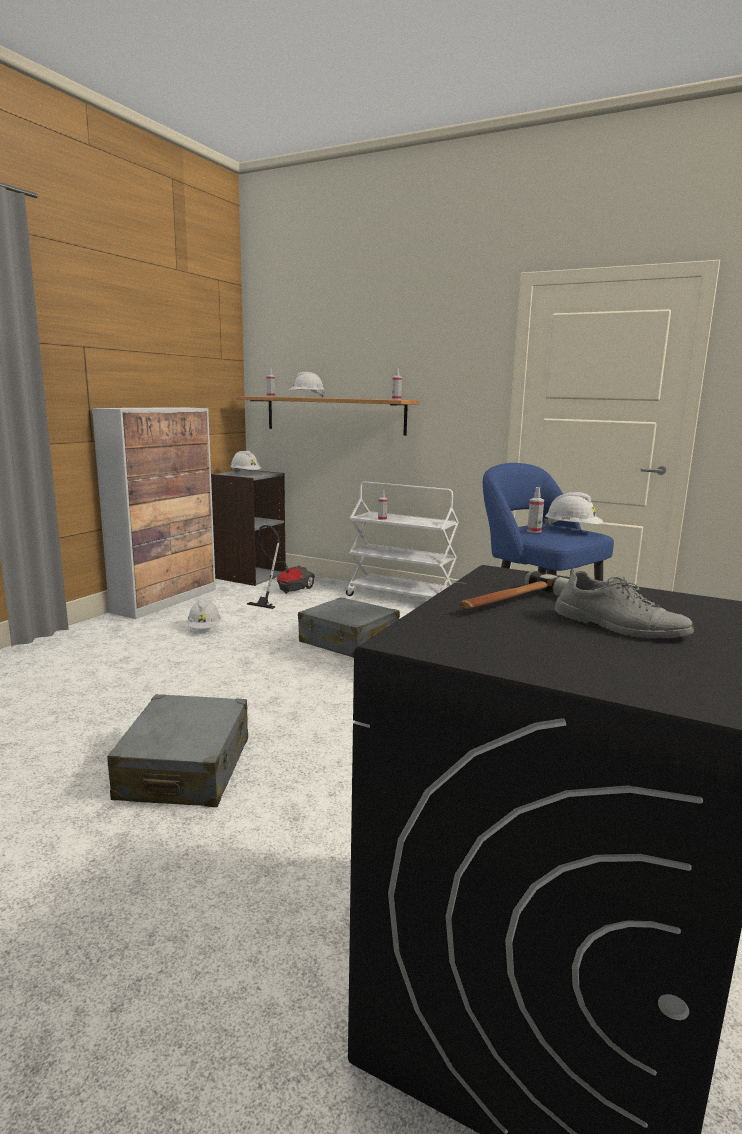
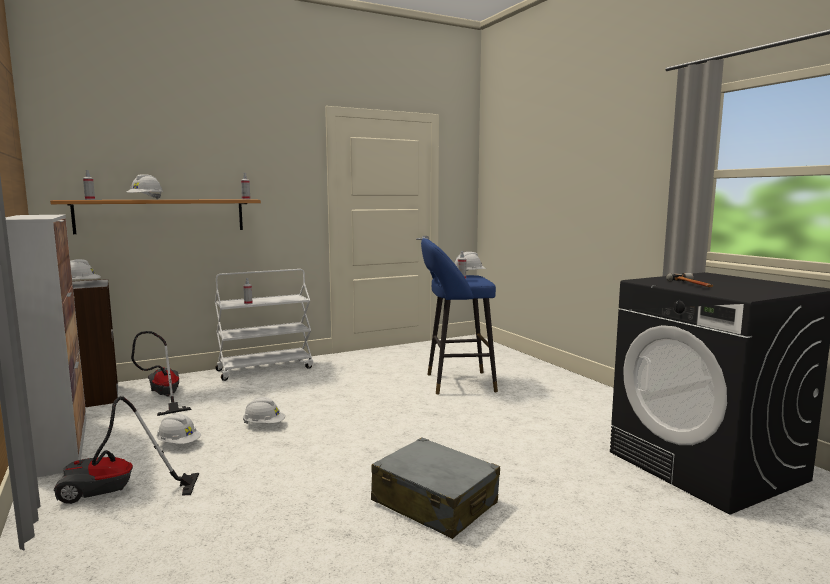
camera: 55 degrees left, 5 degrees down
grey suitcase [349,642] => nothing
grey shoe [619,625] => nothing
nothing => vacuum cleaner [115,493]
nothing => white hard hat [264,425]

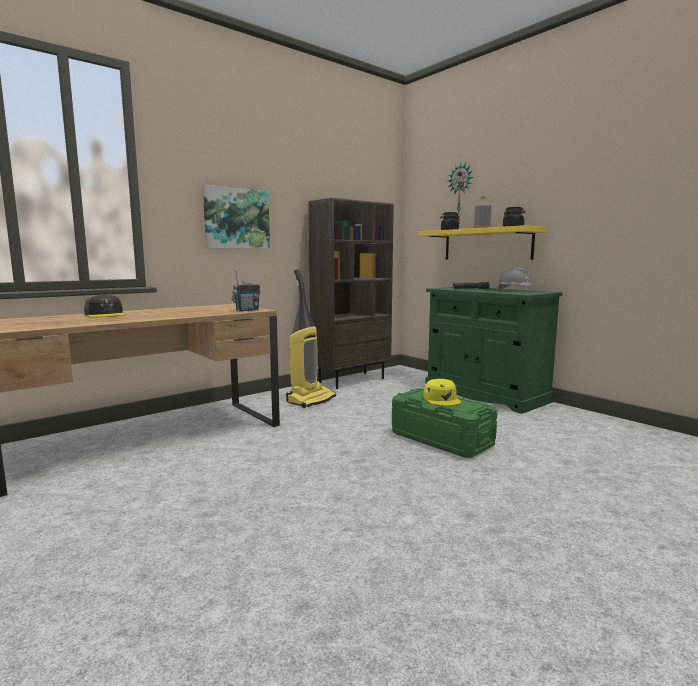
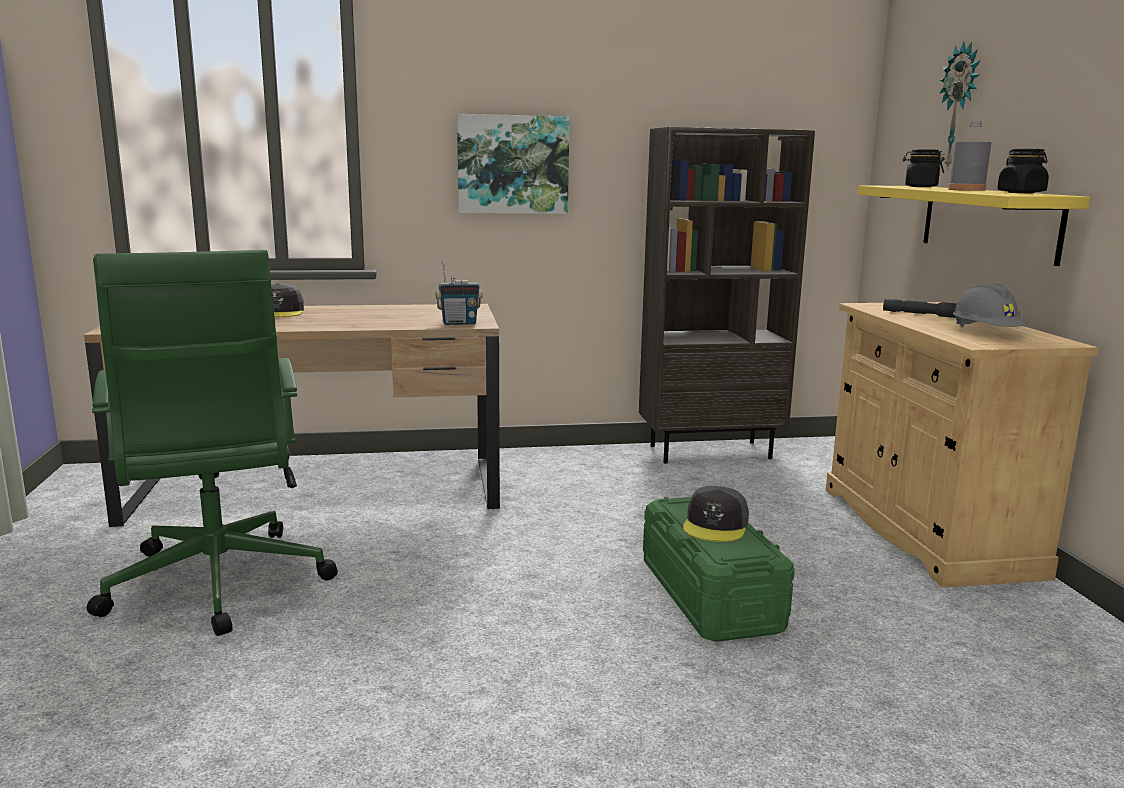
camera: 30 degrees right, 5 degrees up
vacuum cleaner [311,400] => nothing
nothing => green office chair [217,585]
yellow cap [442,399] => grey cap [716,525]
green cabinet [485,394] => beige cabinet [926,530]

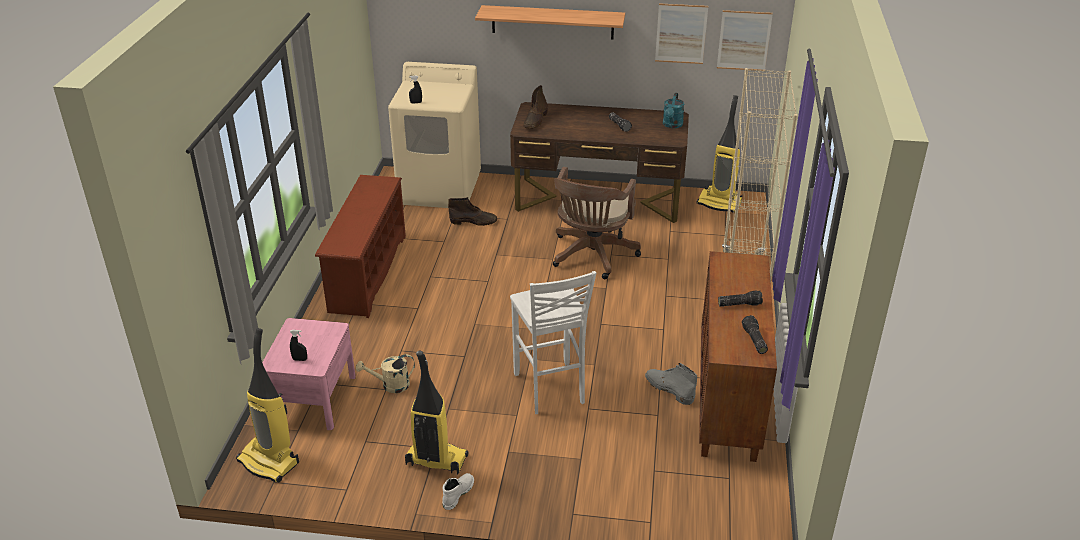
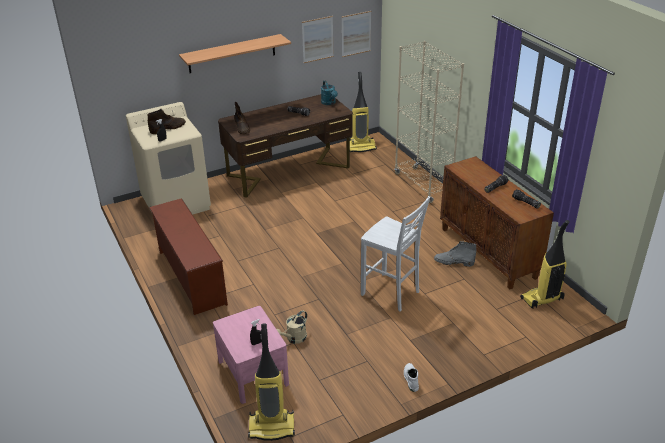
camera: 35 degrees left, 0 degrees up
brown office chair [592,256] => nothing
vacuum cleaner [435,460] => vacuum cleaner [542,299], shifted
brown boot [474,221] => brown boot [168,128], shifted

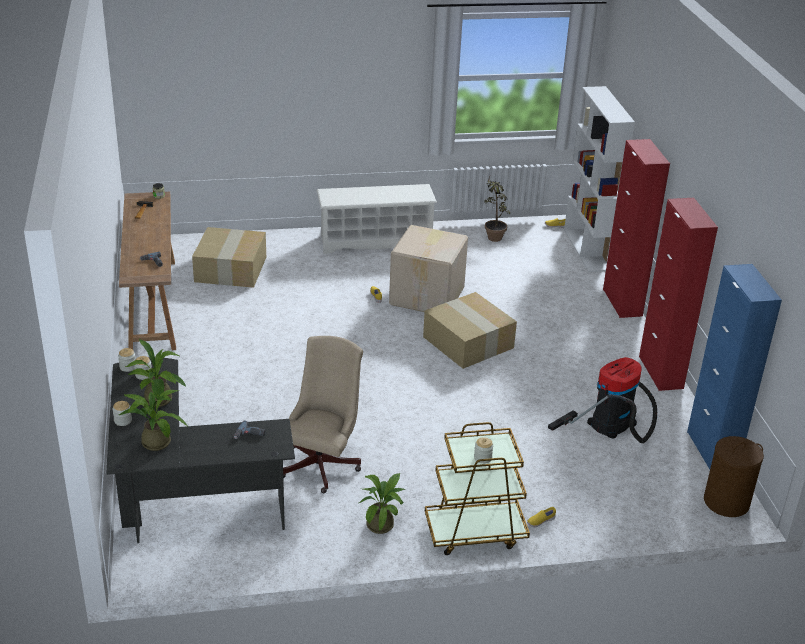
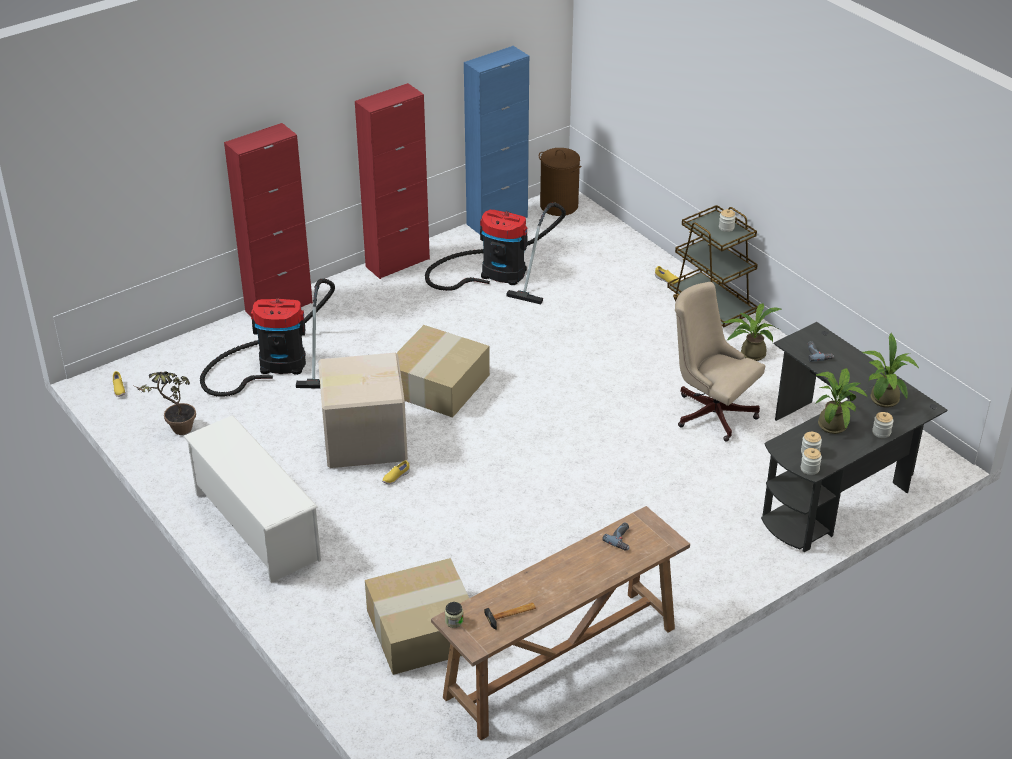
camera: 115 degrees left, 5 degrees up
white bookcase [587,250] => nothing
nothing => vacuum cleaner [276,364]
beige office chair [323,462] => beige office chair [710,411], 45 degrees clockwise

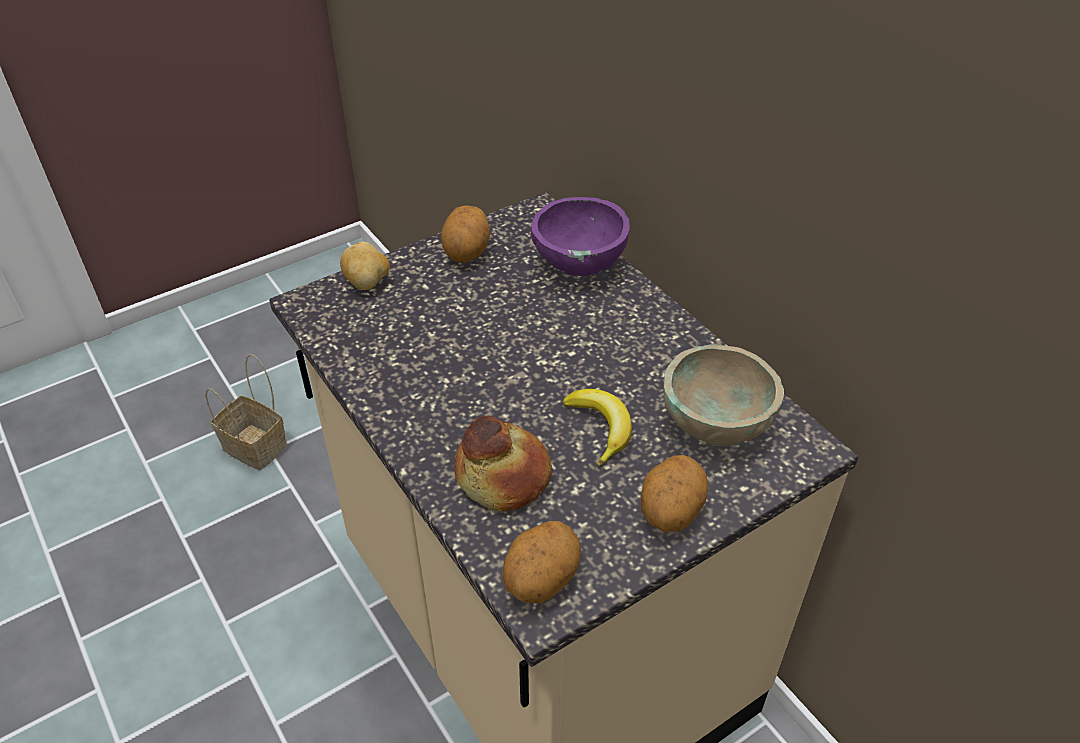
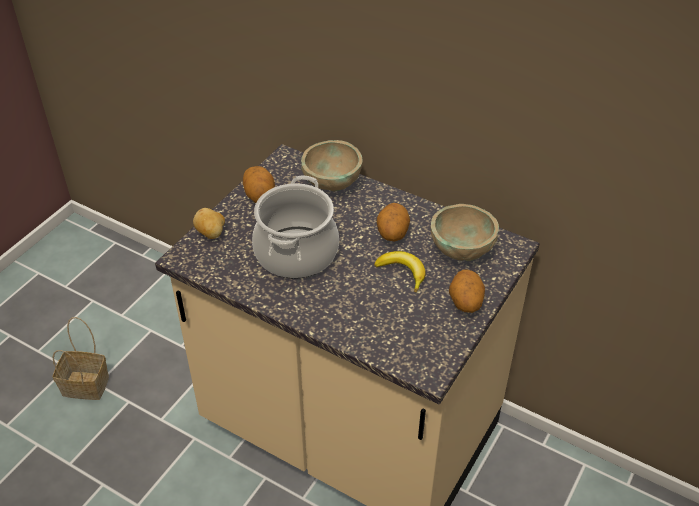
camera: 25 degrees left, 0 degrees up
bread [503,475] => nothing
nothing => cooking pot [296,253]
potato [541,579] => potato [392,234], shifted
purple bowl [578,265] => beige bowl [331,184]

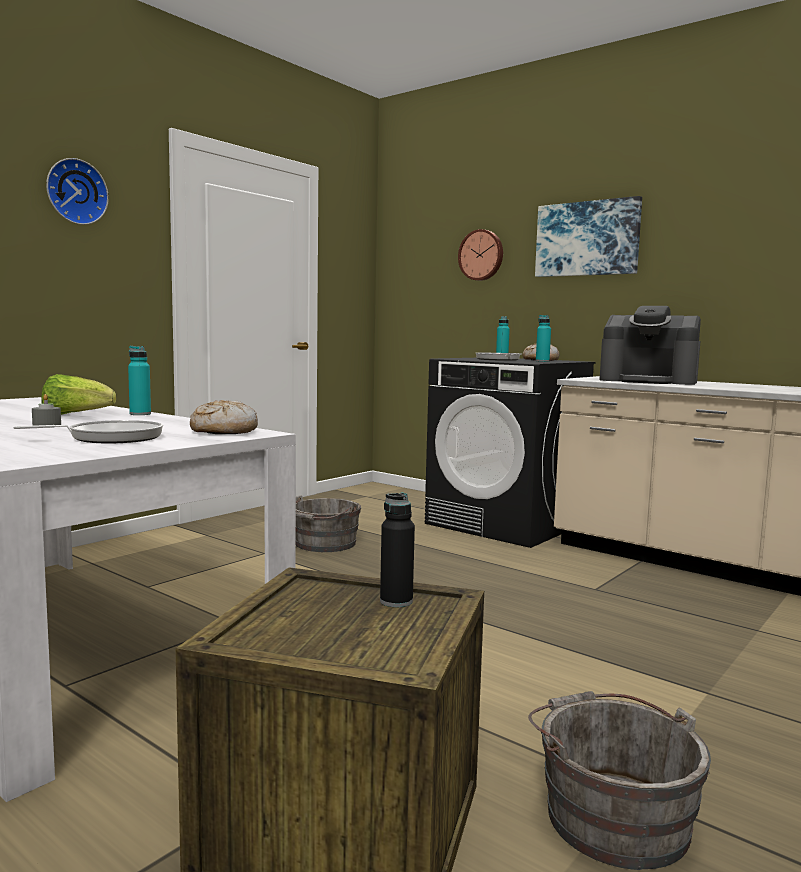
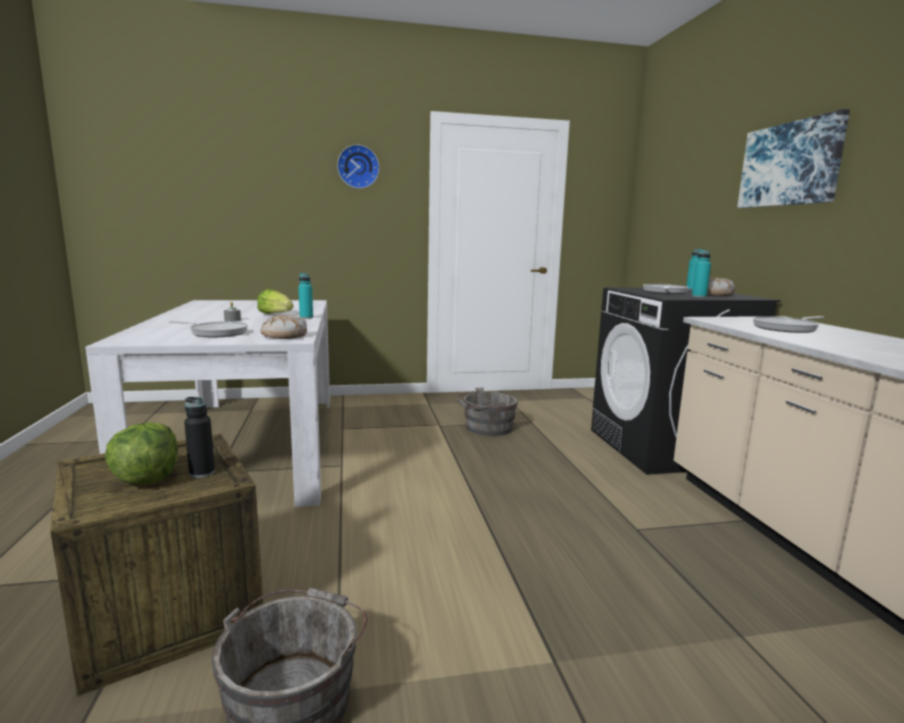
camera: 40 degrees right, 5 degrees up
wall clock [481,255] => nothing
nothing => lettuce [146,479]
coffee machine [648,381] => frying pan [787,328]

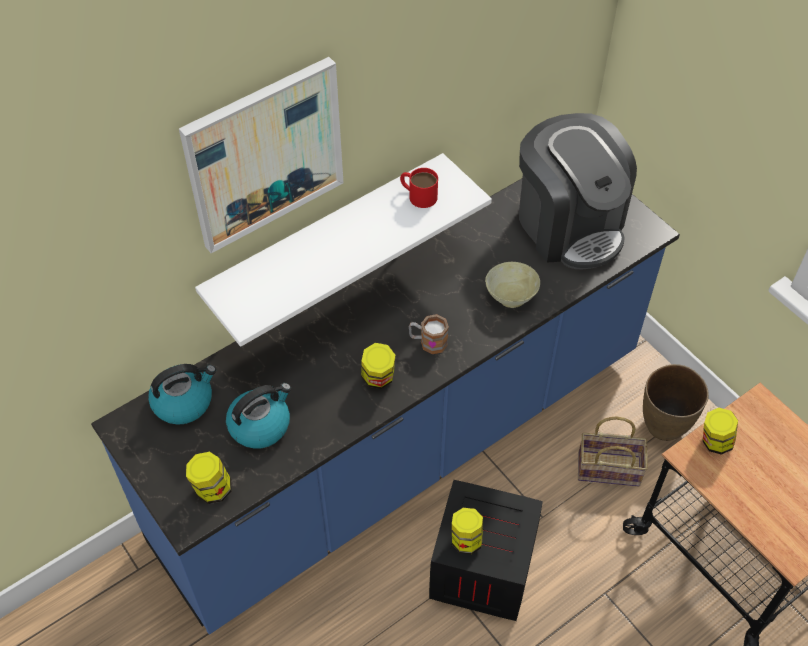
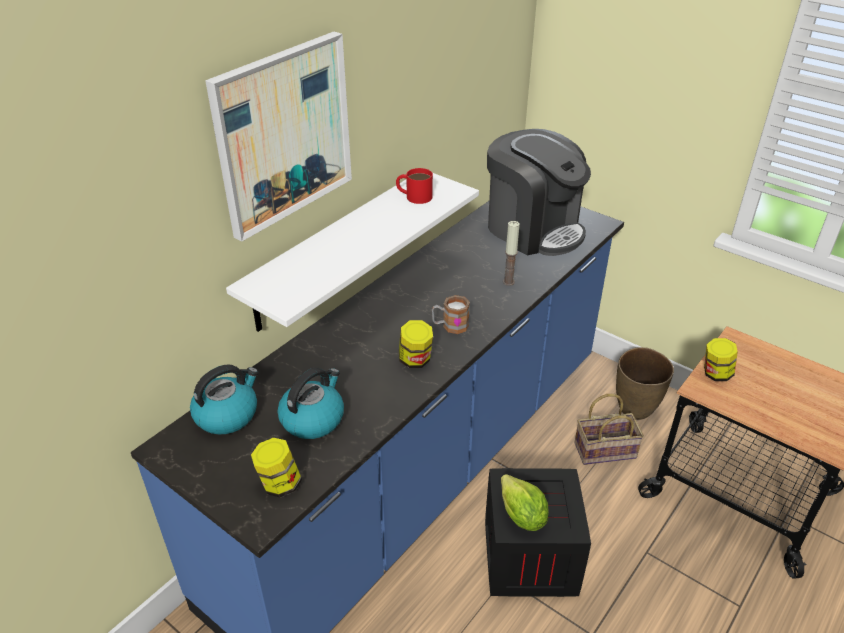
camera: 15 degrees left, 15 degrees down
jar [466,540] => lettuce [521,516]
beige bowl [511,296] => candle [508,282]

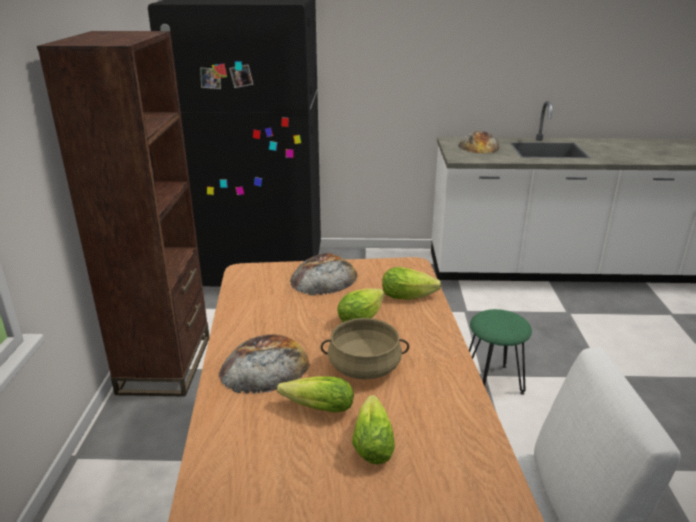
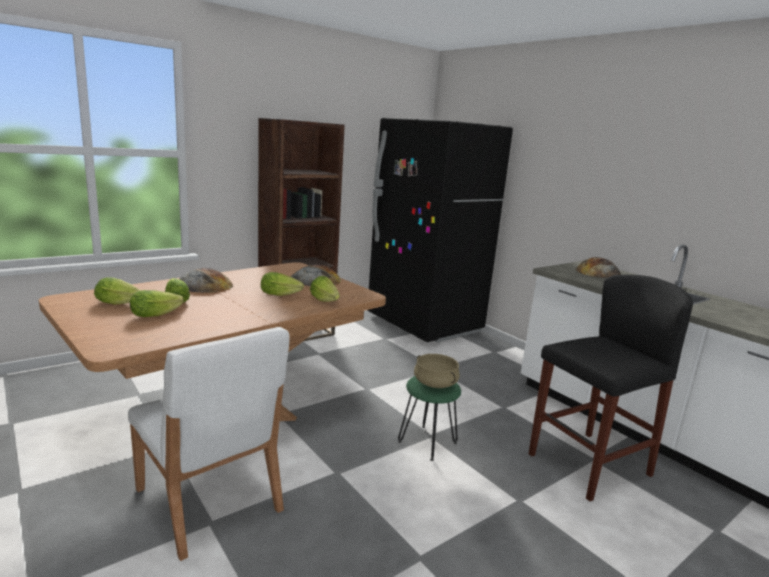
camera: 50 degrees right, 10 degrees down
nothing => lettuce [120,303]
nothing => black stool [588,464]
beige cooking pot [364,367] => beige cooking pot [435,383], shifted

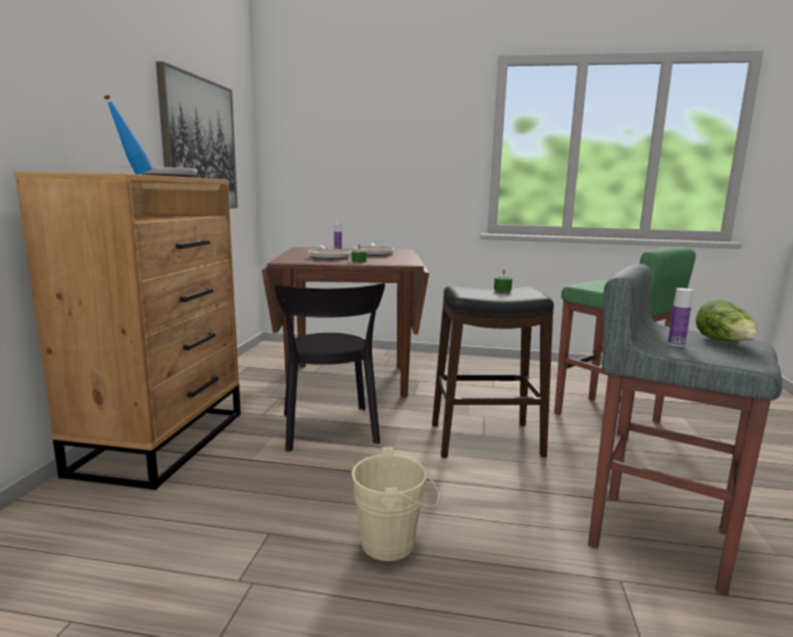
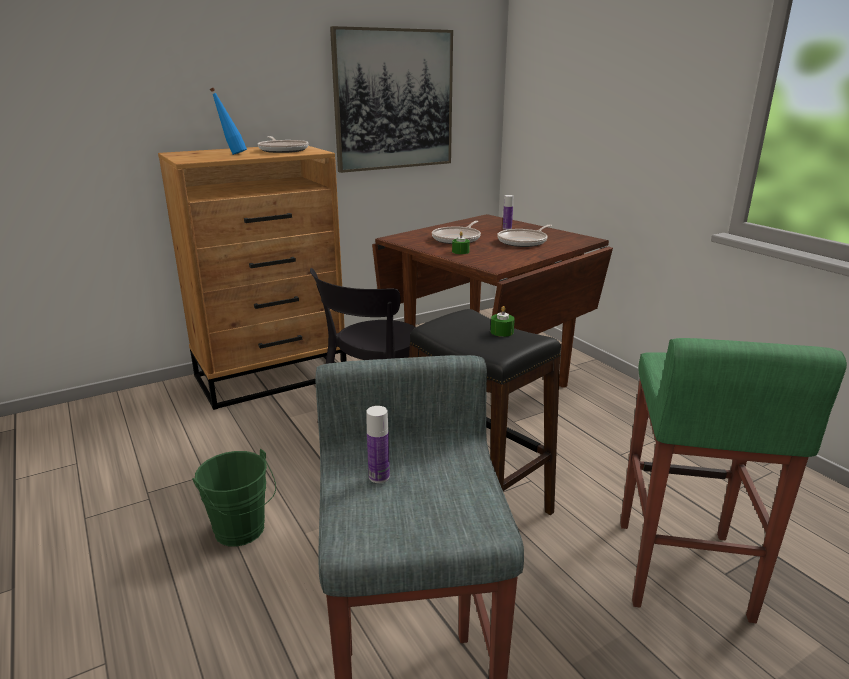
camera: 50 degrees right, 10 degrees up
lettuce [725,342] => nothing
beige bucket [394,543] => green bucket [242,532]

